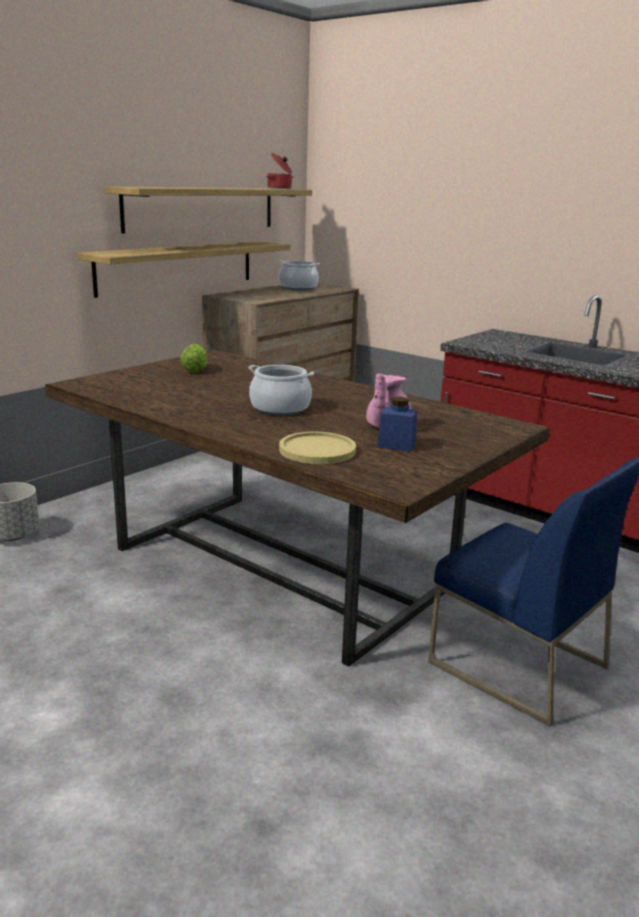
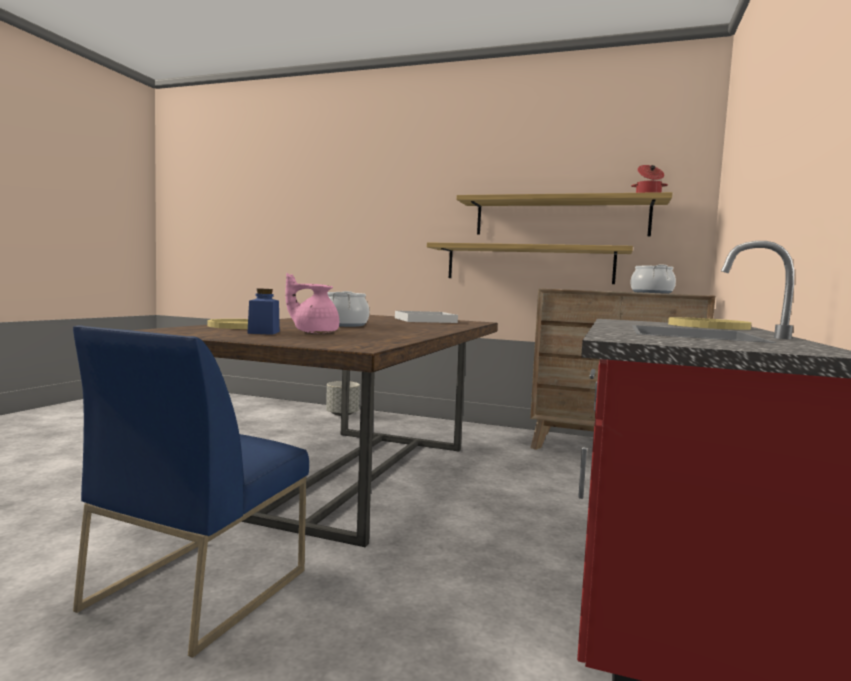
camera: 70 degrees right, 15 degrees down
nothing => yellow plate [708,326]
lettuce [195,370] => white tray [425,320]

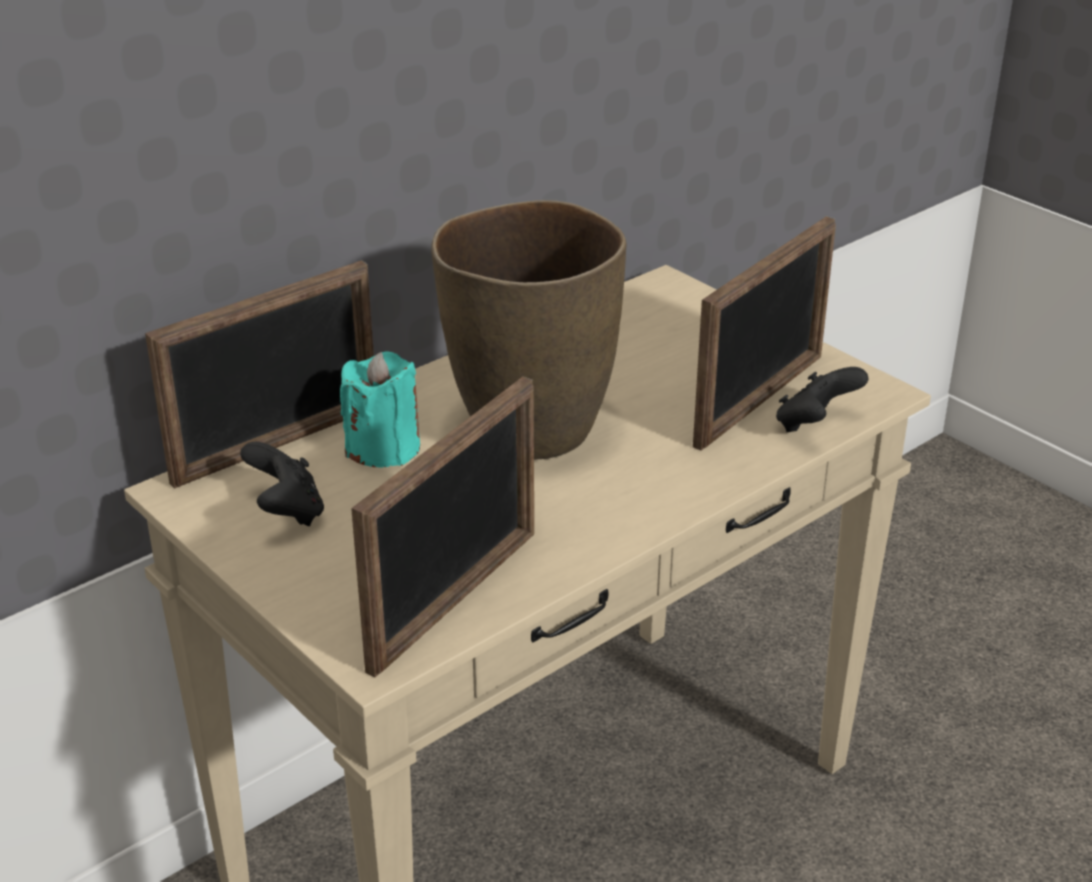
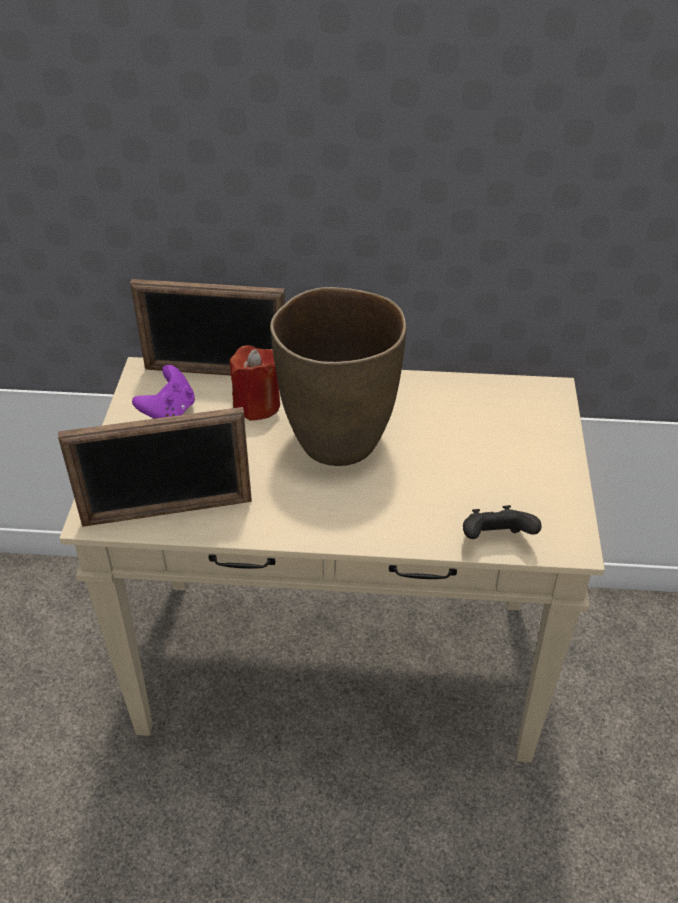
camera: 45 degrees right, 10 degrees up
picture frame [760,401] => nothing
black game controller [287,512] => purple game controller [169,413]
turquoise candle [383,448] => red candle [257,405]

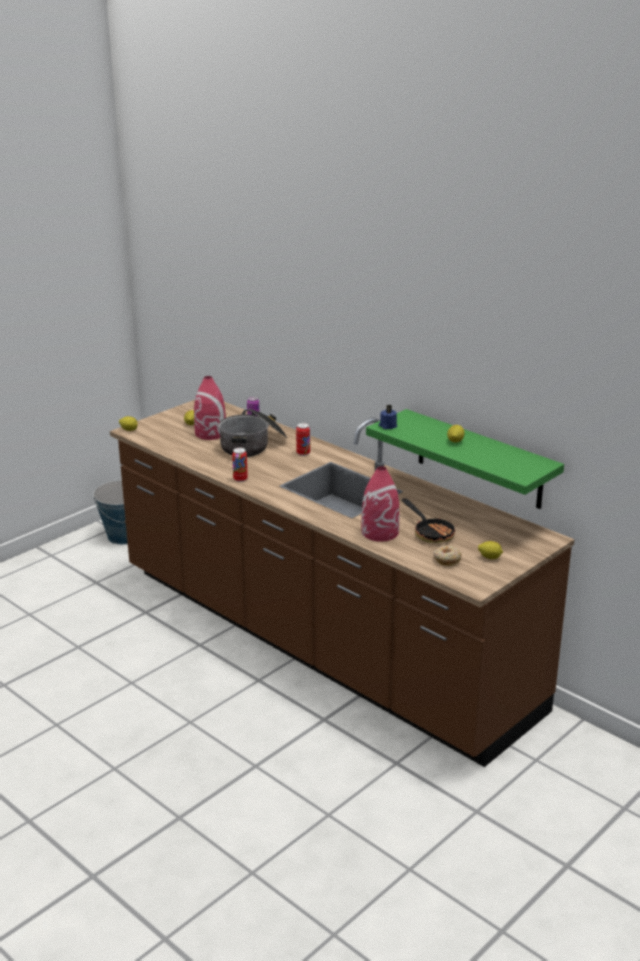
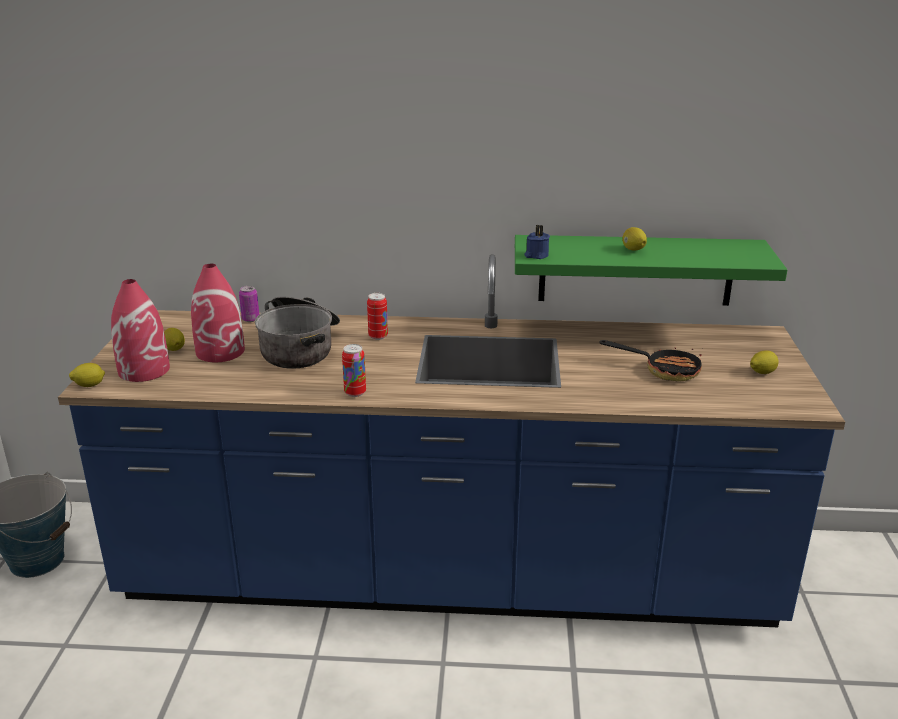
camera: 40 degrees left, 0 degrees up
donut [446,559] => nothing
red vase [380,532] => red vase [144,370], shifted
brown counter [320,641] => blue counter [449,575]

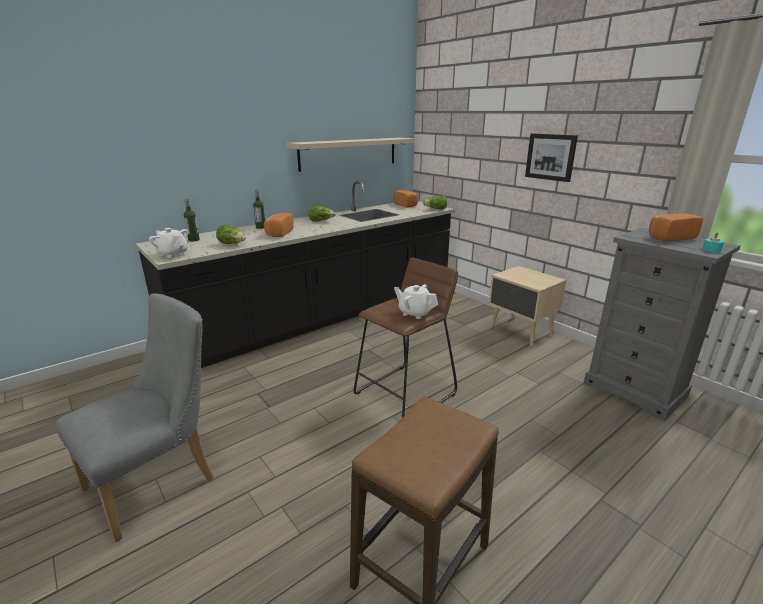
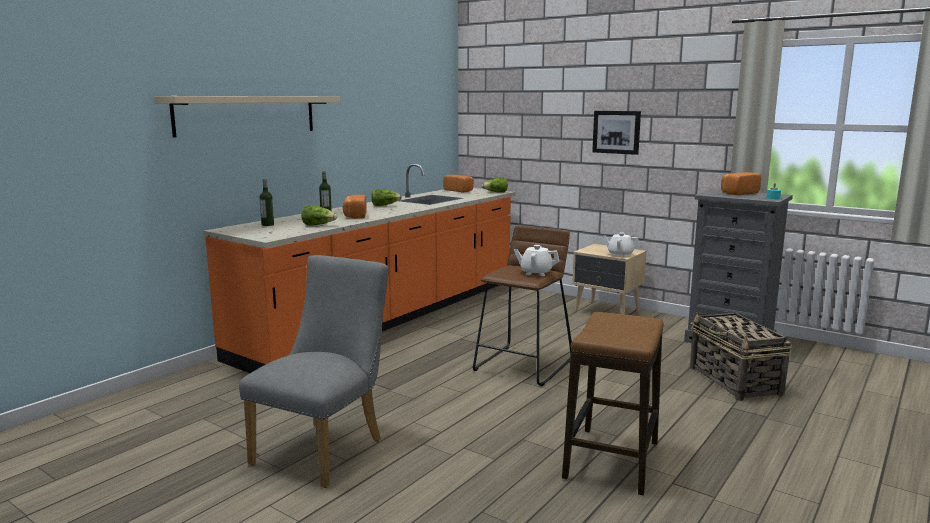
camera: 15 degrees left, 10 degrees down
nothing => basket [735,381]
white teapot [173,254] => white teapot [620,255], shifted
beige shelf [349,153] => beige shelf [247,115], shifted
black counter [324,316] => orange counter [389,317]

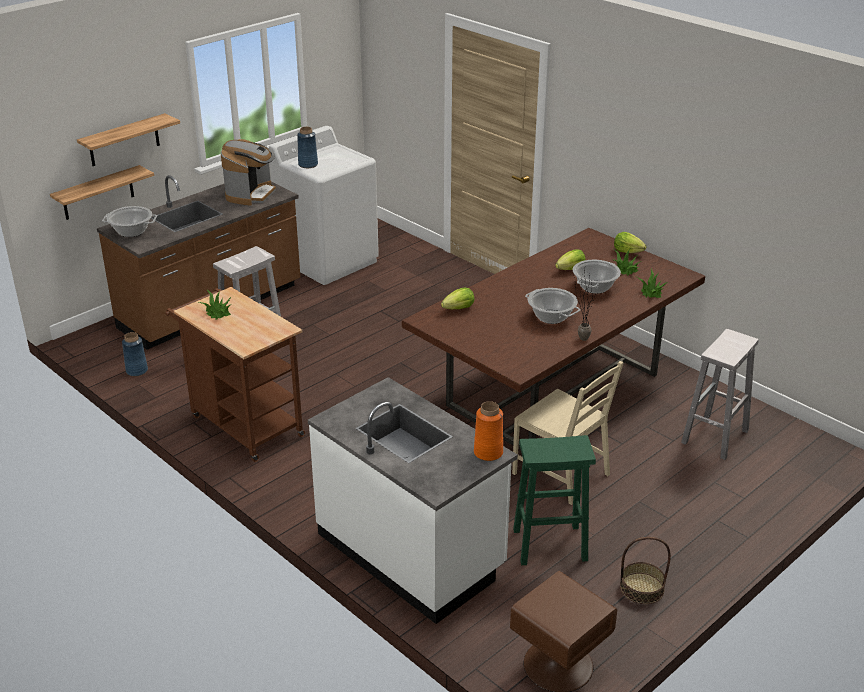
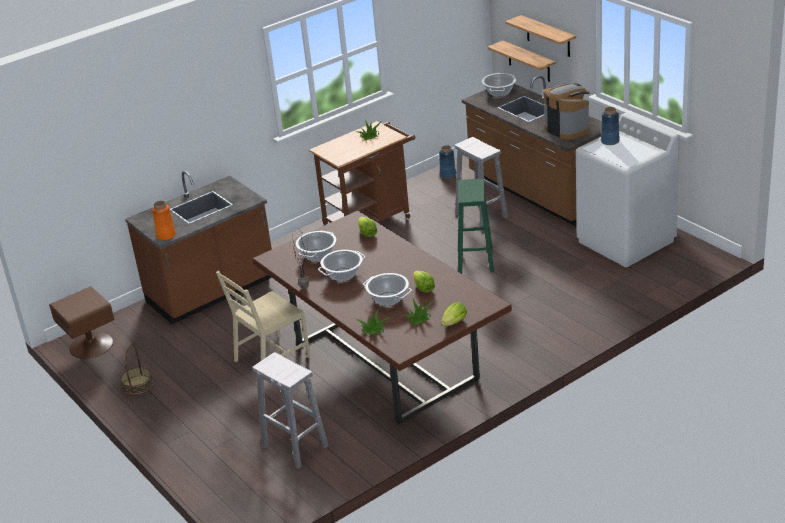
camera: 100 degrees right, 0 degrees up
nothing => cooking pot [318,255]
green stool [551,544] => green stool [475,261], shifted
white counter [411,552] => brown counter [212,292]
coffee machine [251,194] => coffee machine [567,129], 150 degrees counterclockwise

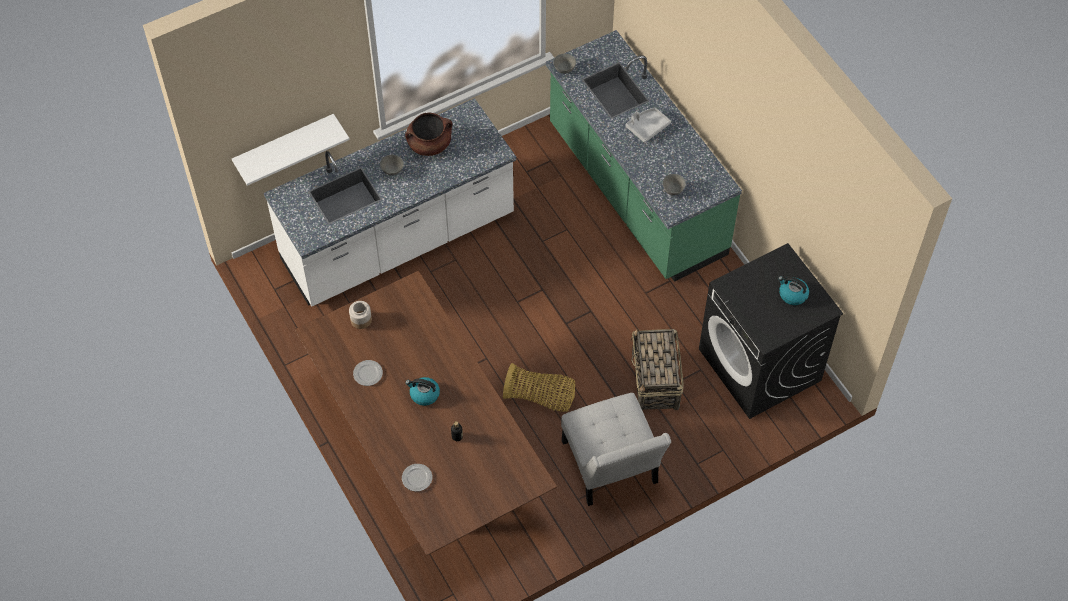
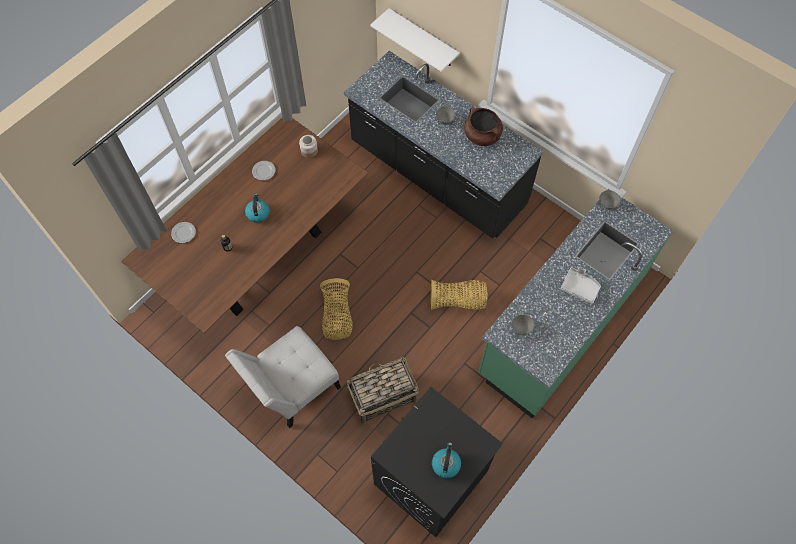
camera: 70 degrees right, 5 degrees up
nothing => basket [458,301]
white counter [398,240] => black counter [437,175]

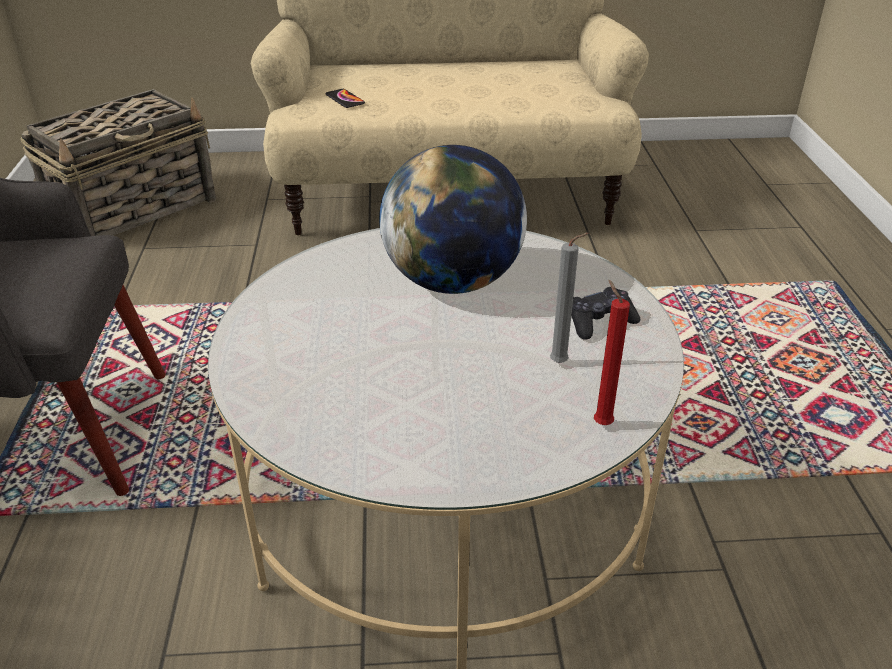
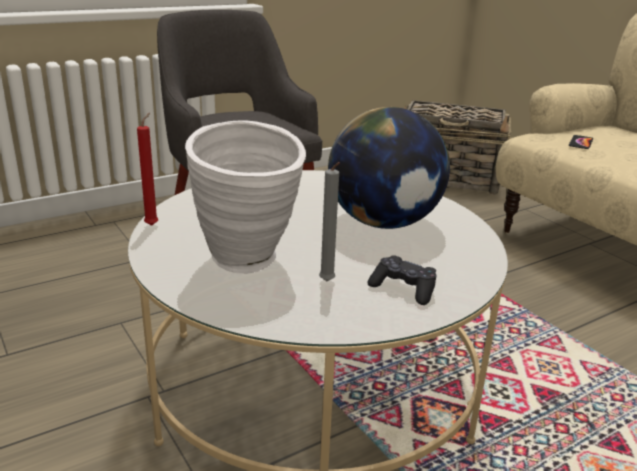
camera: 60 degrees right, 10 degrees down
nothing => white vase [249,265]
red candle [600,422] => red candle [153,224], shifted

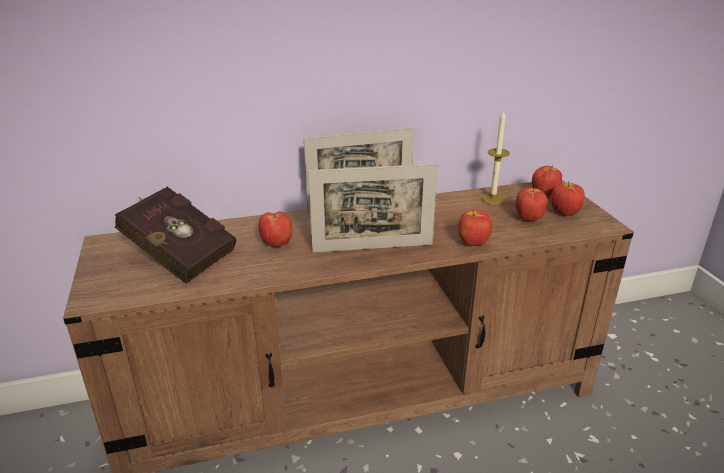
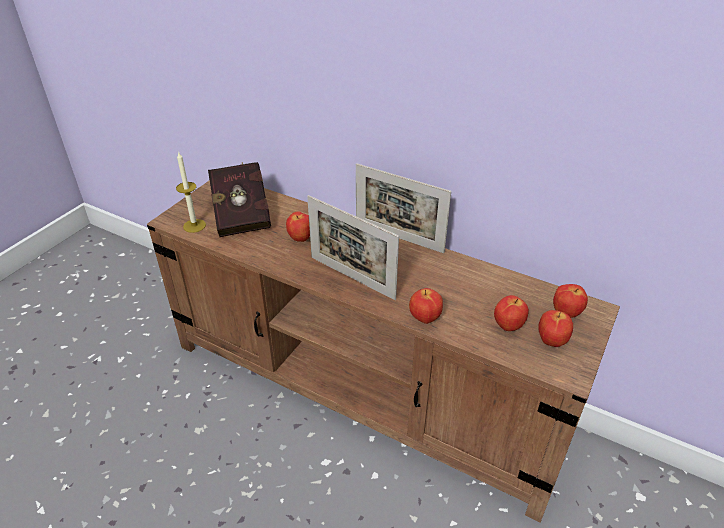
camera: 45 degrees right, 10 degrees up
candle [493,199] => candle [194,225], shifted

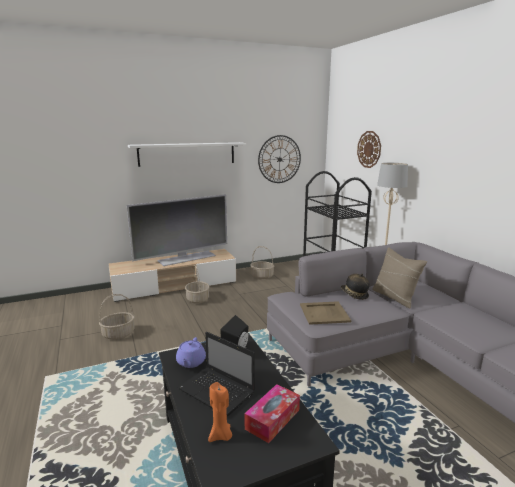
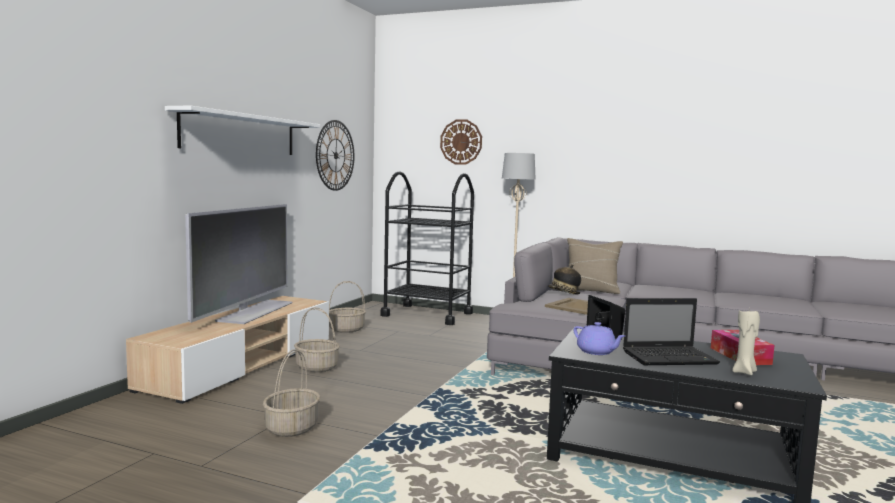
camera: 45 degrees left, 10 degrees down
orange candle [221,436] => beige candle [744,372]

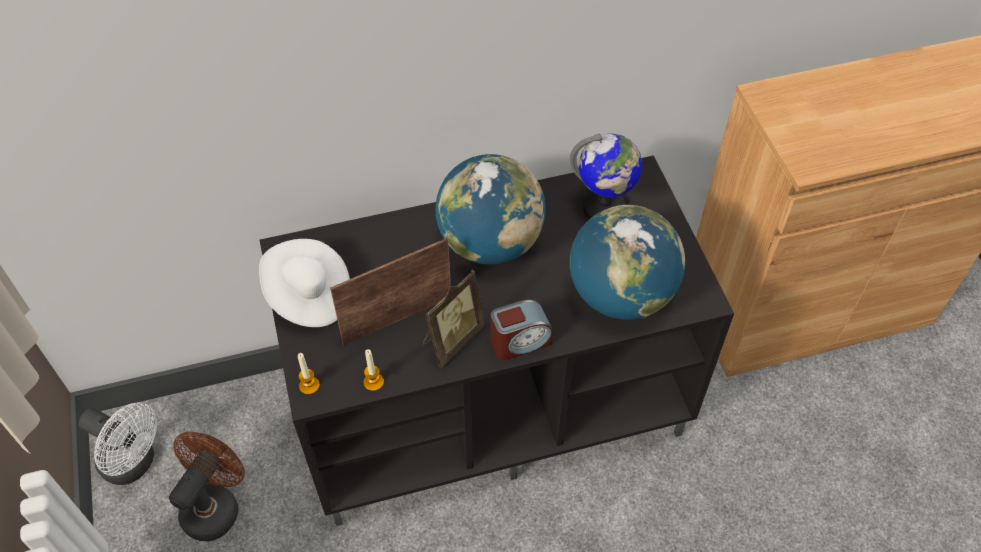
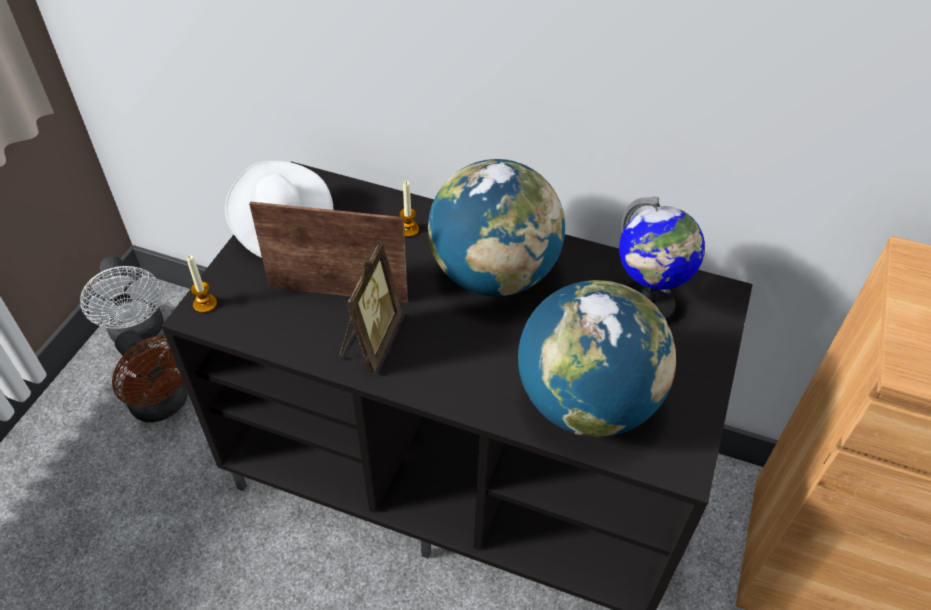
camera: 35 degrees right, 5 degrees down
alarm clock [520,341] => nothing
candle [373,382] => candle [408,229], shifted
brown fan [215,505] => brown fan [164,405], 75 degrees clockwise
picture frame [451,339] => picture frame [370,340], 60 degrees counterclockwise

